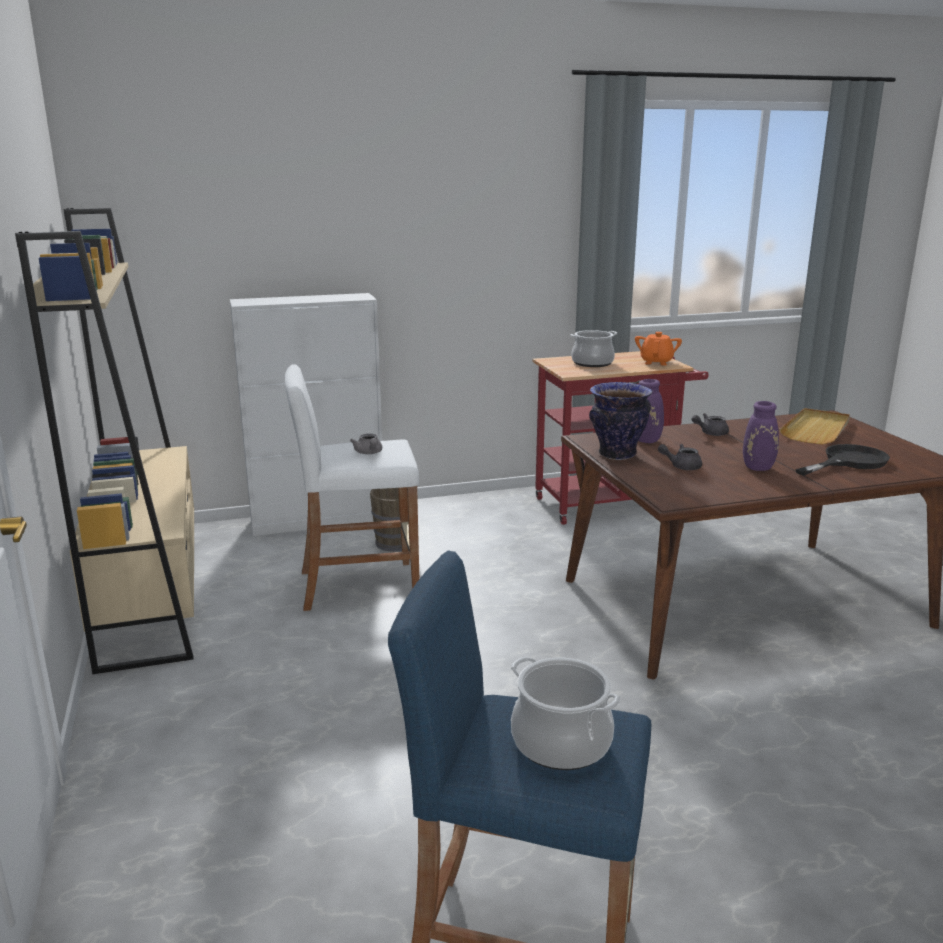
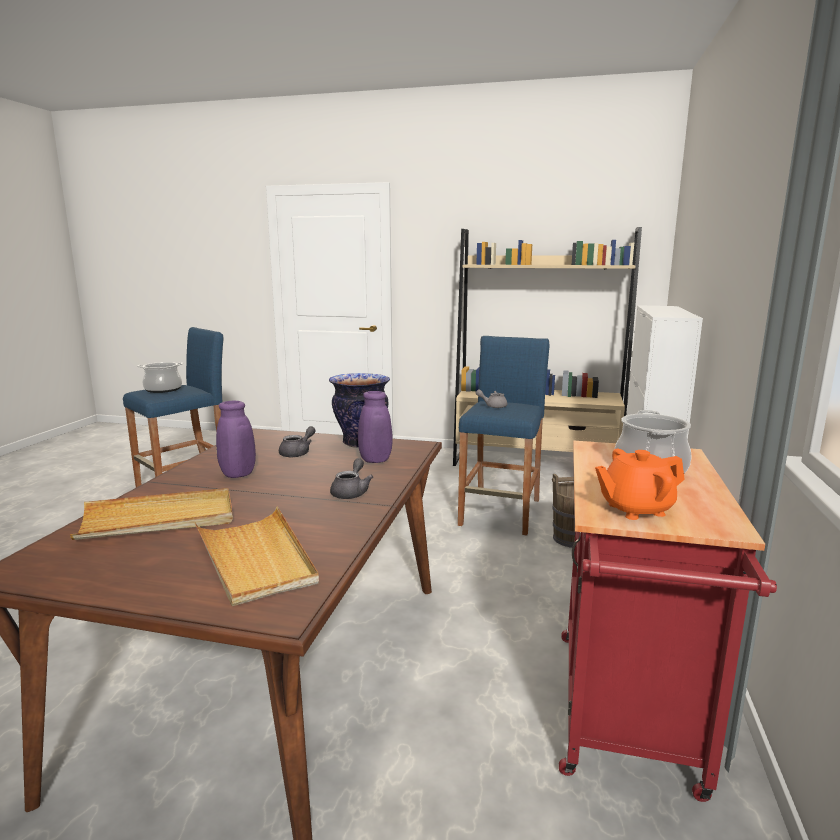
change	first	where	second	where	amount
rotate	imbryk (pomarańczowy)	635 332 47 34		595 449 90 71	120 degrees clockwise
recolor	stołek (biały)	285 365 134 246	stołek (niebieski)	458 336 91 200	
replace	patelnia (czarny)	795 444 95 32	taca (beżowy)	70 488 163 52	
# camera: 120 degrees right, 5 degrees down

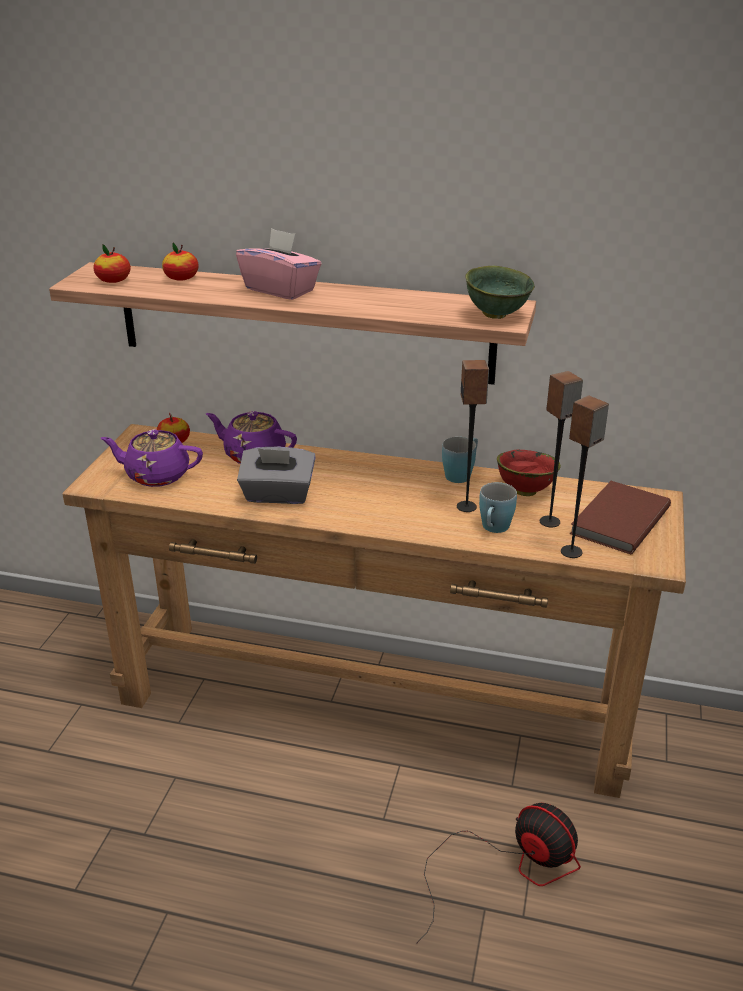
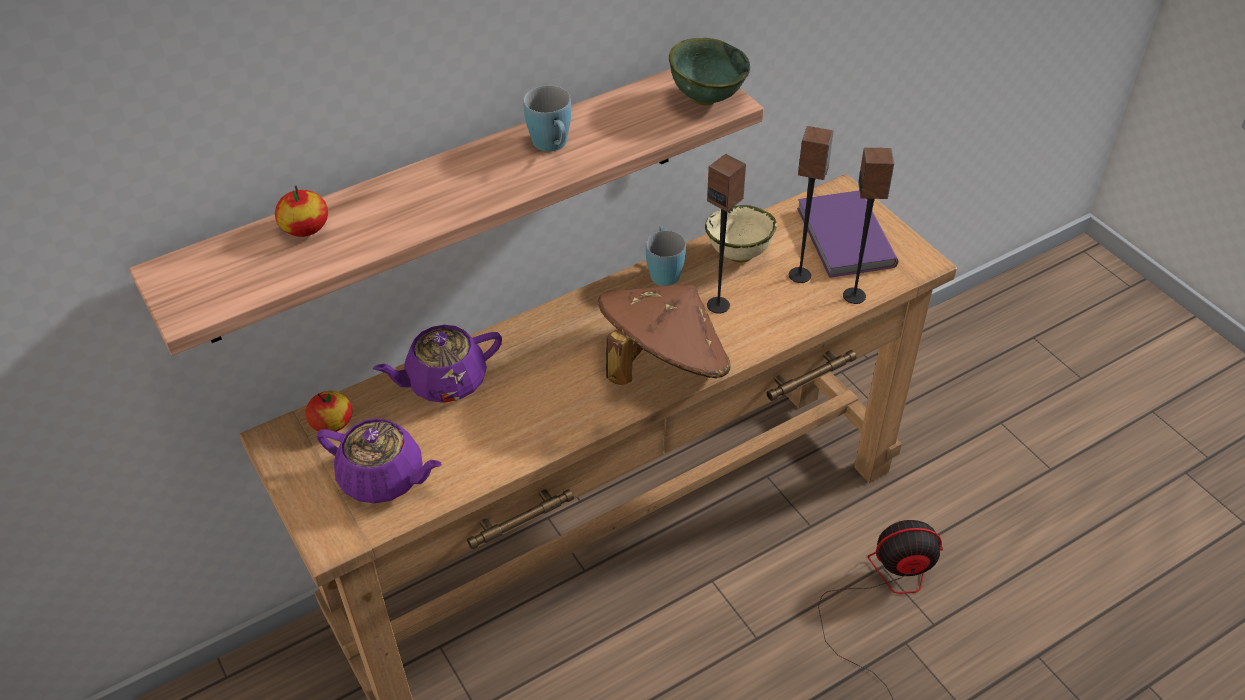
change	first	where	second	where	amount
delete	pudełko chusteczek (różowy)	236 228 86 72			
delete	jabłko	93 244 38 39			
rotate	imbryk (fioletowy)	101 429 102 58		317 418 125 85	120 degrees counterclockwise
delete	pudełko chusteczek (szary)	237 447 79 57			
recolor	miska (czerwony)	497 450 64 46	miska (beżowy)	705 205 72 58	
recolor	książka (brązowy)	570 481 101 73	książka (fioletowy)	797 190 101 88	
move	kubek (niebieski)	479 482 38 51		523 86 48 66	
insert			kapelusz (brązowy)	598 284 132 101	
# camera: 45 degrees left, 15 degrees up

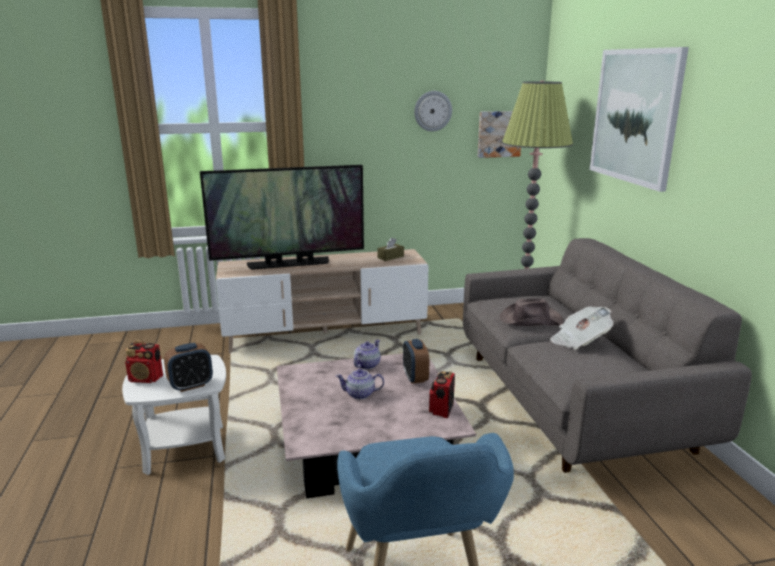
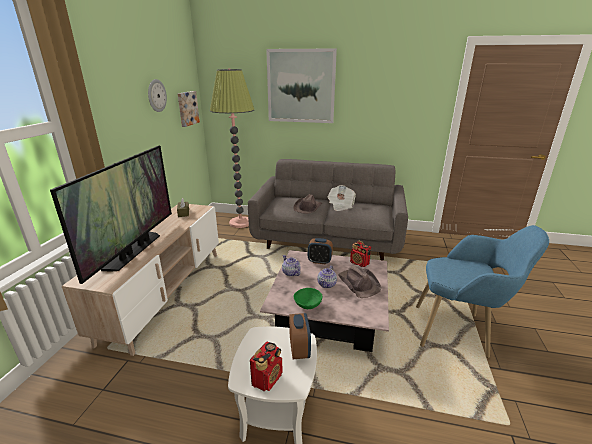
change	first	where	second	where	amount
insert			kapelusz (brązowy)	338 265 43 33	
insert			miska (zielony)	294 288 28 21	
# camera: 65 degrees left, 5 degrees up

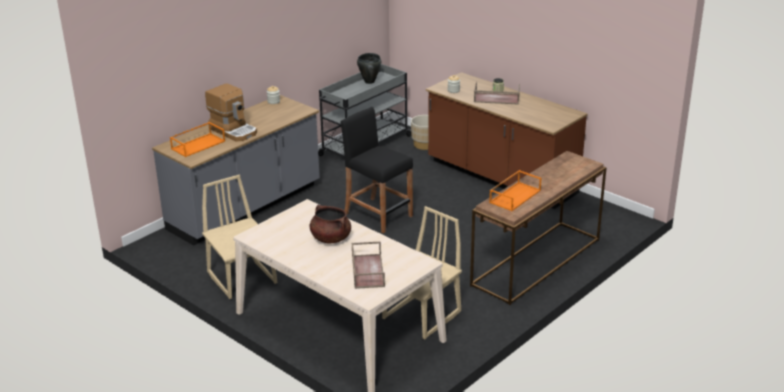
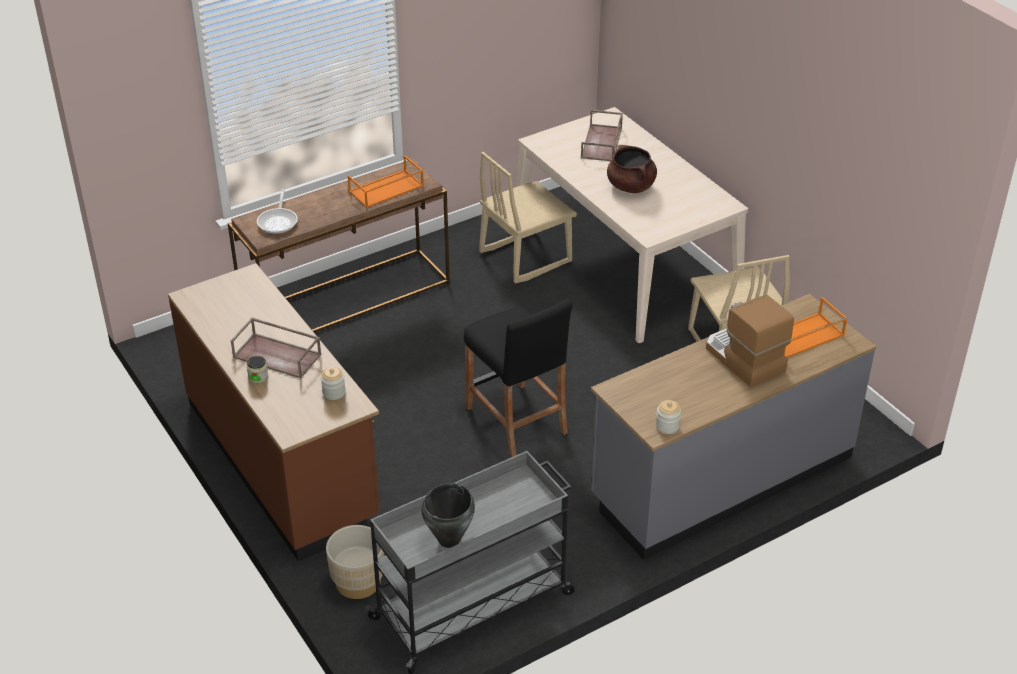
change	first	where	second	where	amount
insert			patelnia	257 189 41 45	
# camera: 165 degrees left, 10 degrees up

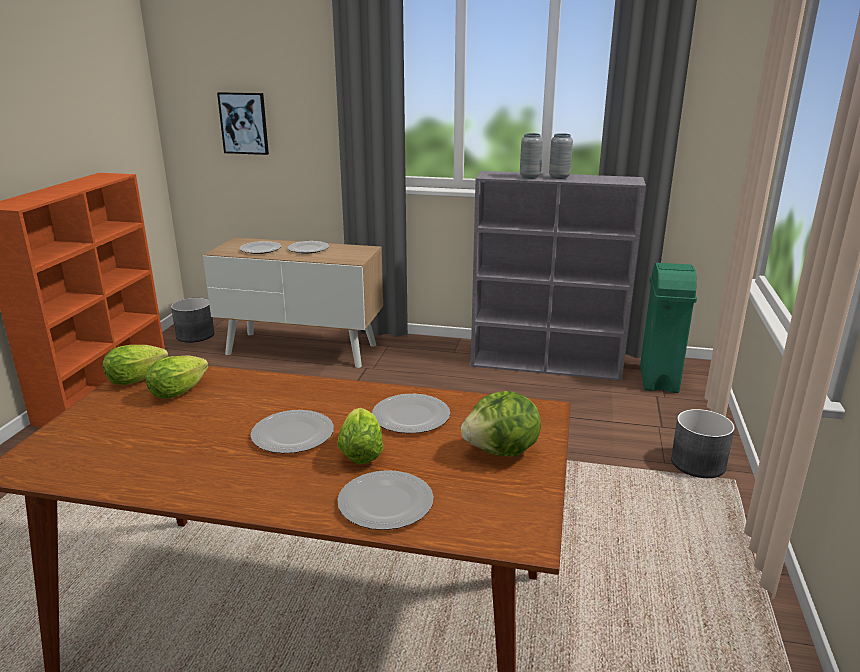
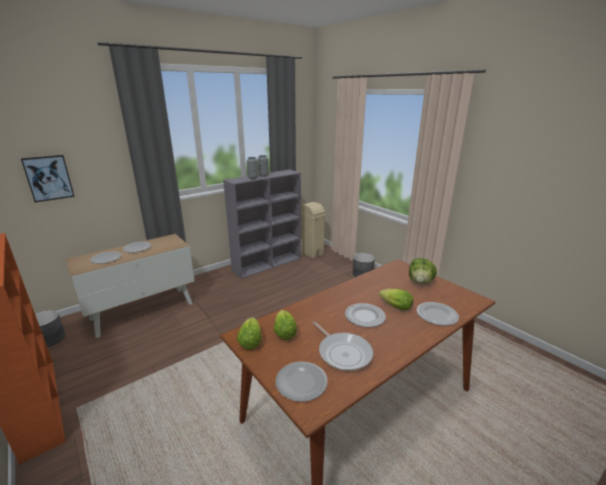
change	first	where	second	where	amount
recolor	kosz na śmieci (zielony)	640 263 57 130	kosz na śmieci (beżowy)	301 202 25 56	
move	talerz	372 394 78 39		275 361 53 41	
insert			patelnia	312 321 61 50	
# camera: 50 degrees left, 0 degrees up

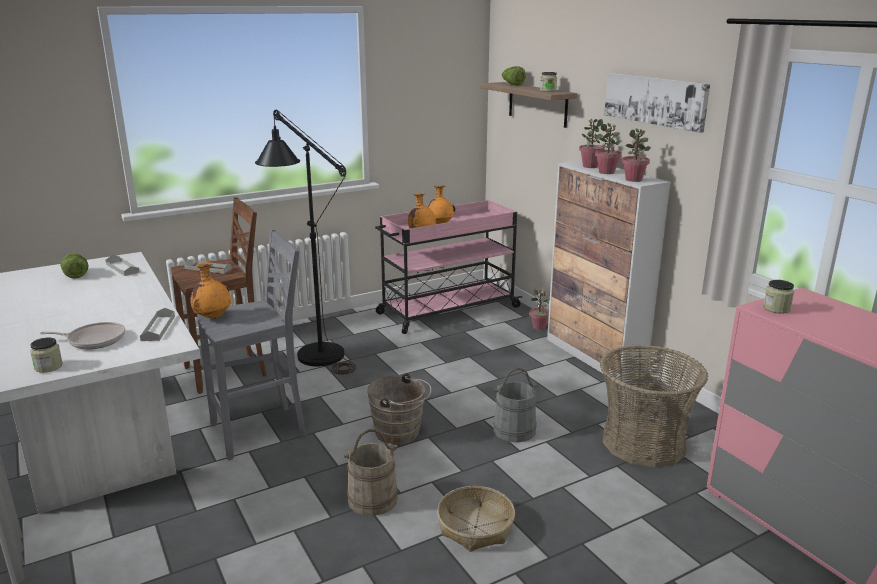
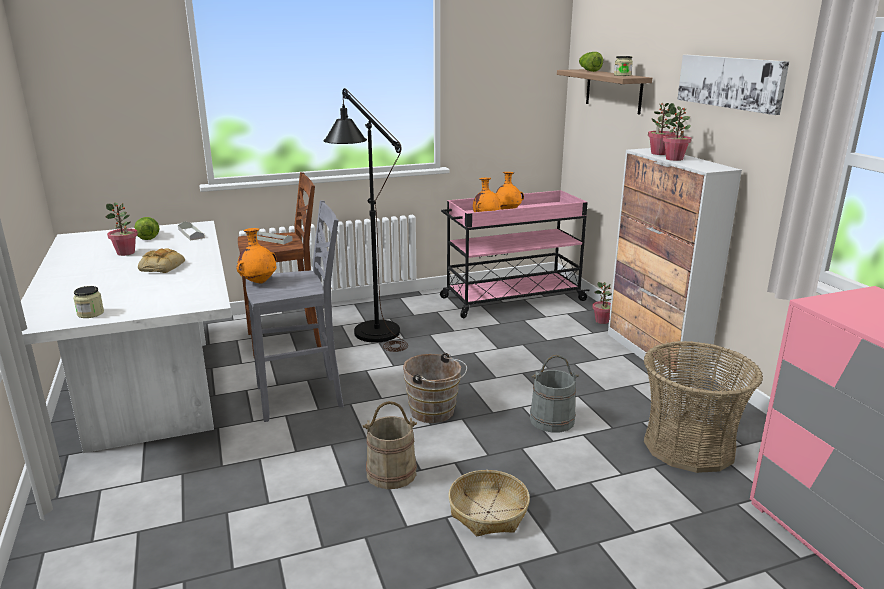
change	first	where	second	where	amount
move	roślina doniczkowa	622 129 29 53		106 202 32 54	
delete	słoik	763 280 31 33			
delete	taca (szary)	140 308 35 33			
delete	patelnia	40 322 85 27			
insert			chleb	138 248 47 25	
# camera: 10 degrees right, 0 degrees up

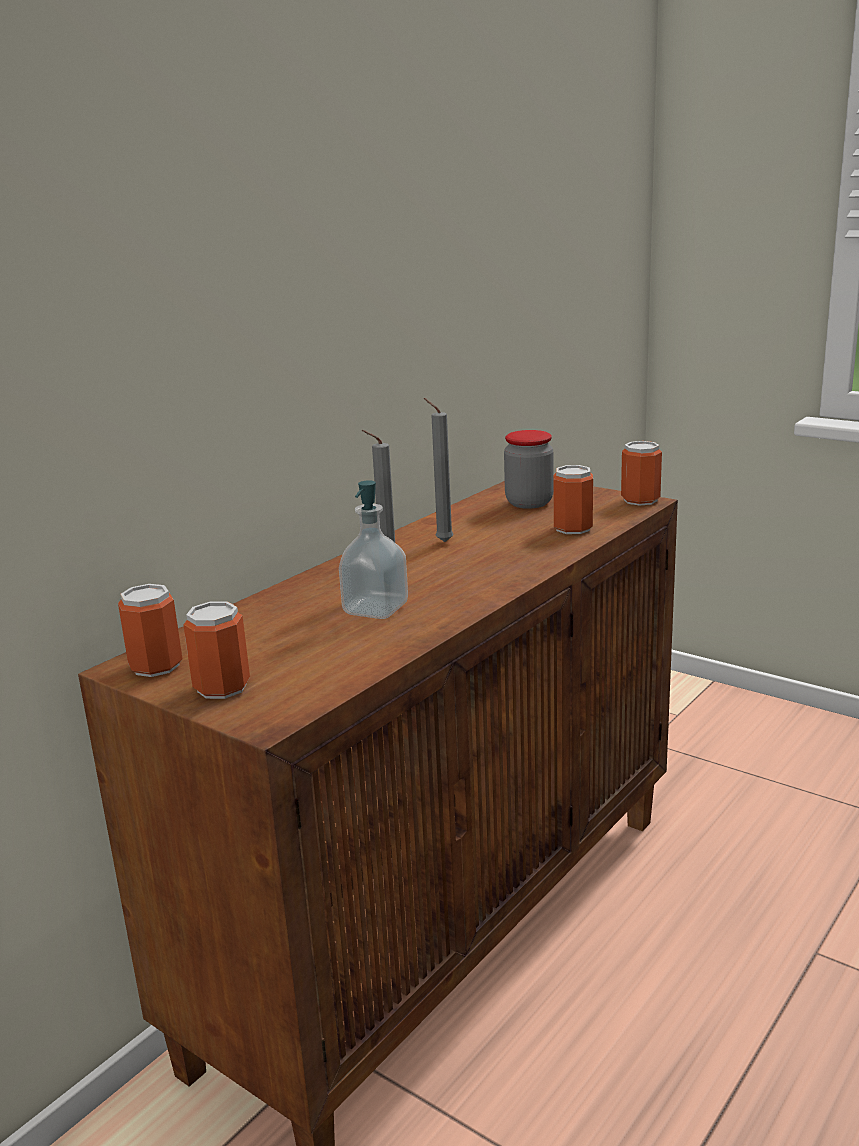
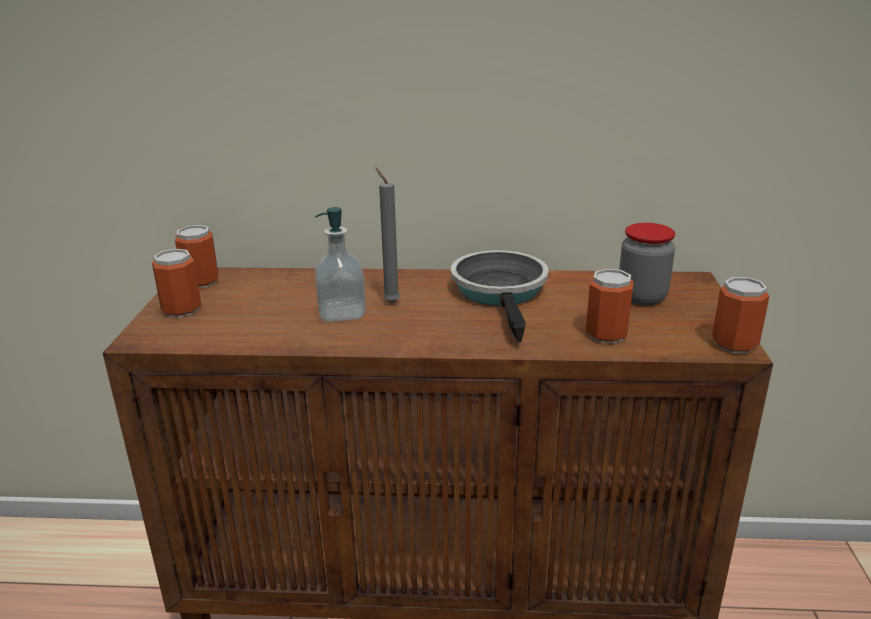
change	first	where	second	where	amount
replace	świeca (szary)	424 398 30 144	patelnia	451 250 98 93	
# camera: 55 degrees right, 5 degrees up

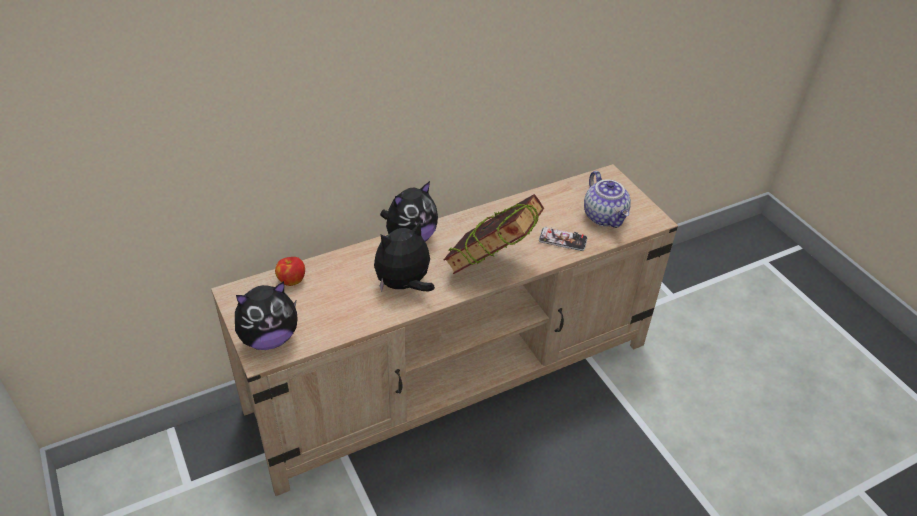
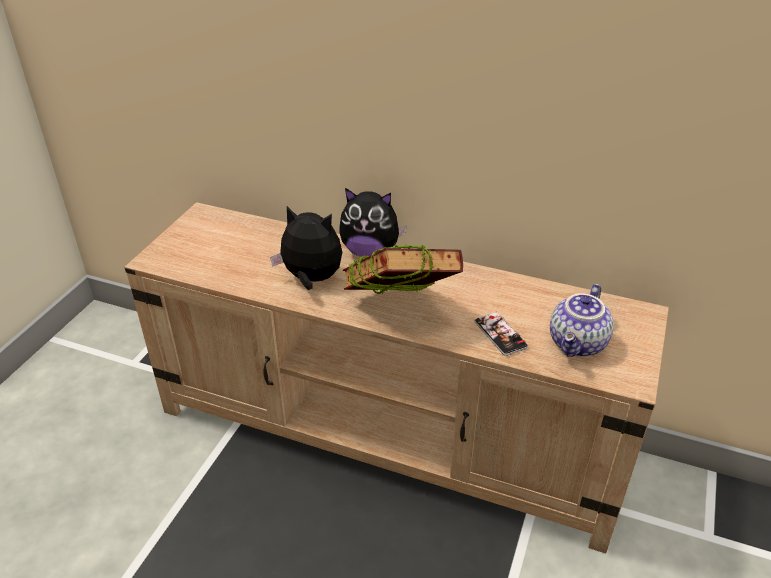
change	first	where	second	where	amount
delete	jabłko	275 257 30 29			
delete	pluszak	235 281 63 69			
# camera: 50 degrees right, 5 degrees down

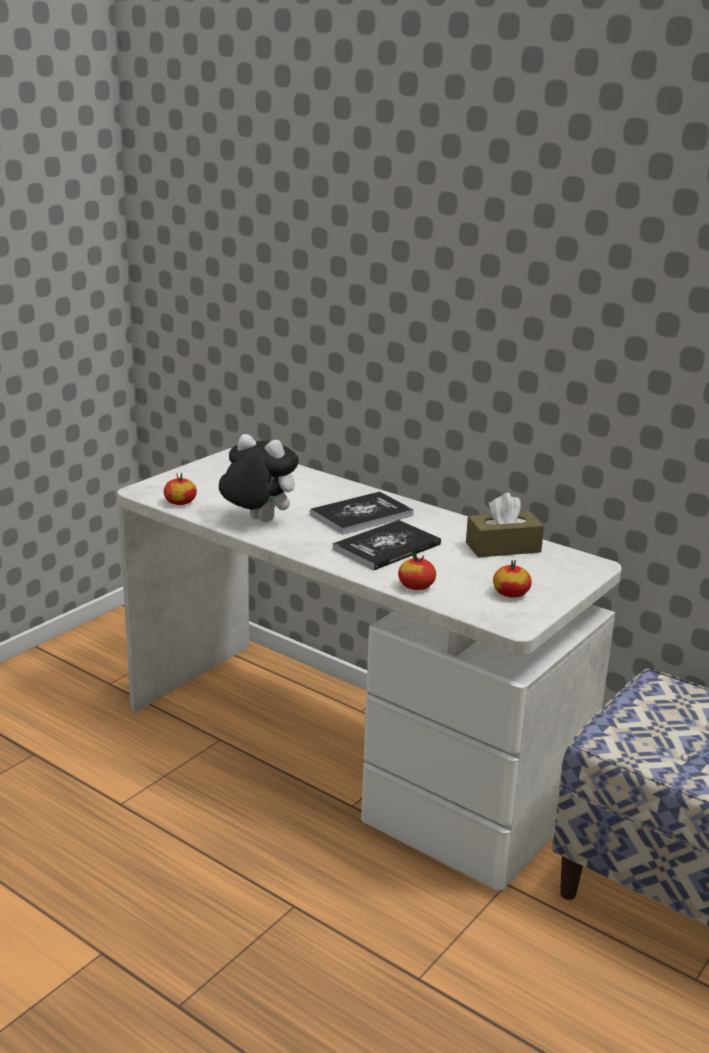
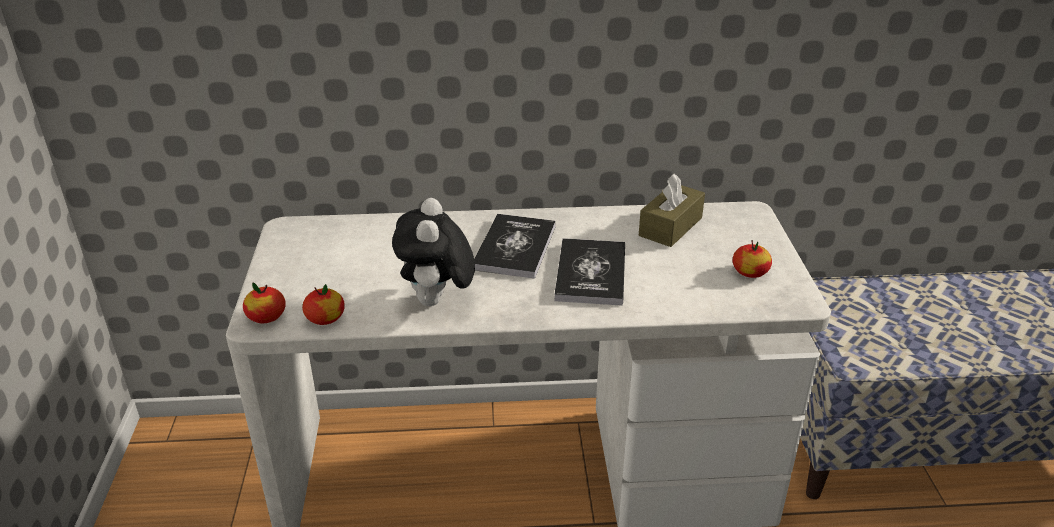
change	first	where	second	where	amount
rotate	pluszak	219 434 80 88		392 198 83 108	75 degrees counterclockwise
move	jabłko	398 549 38 41		243 282 43 41	
# camera: 40 degrees left, 10 degrees up

